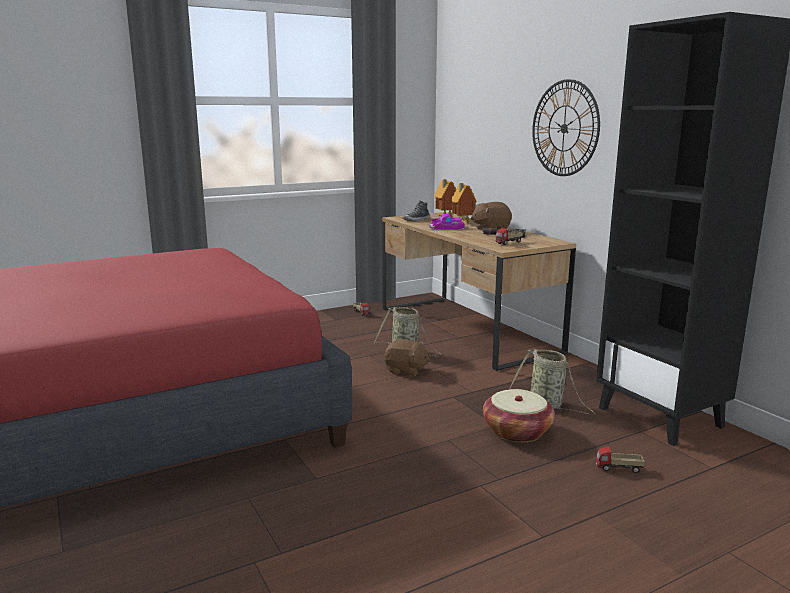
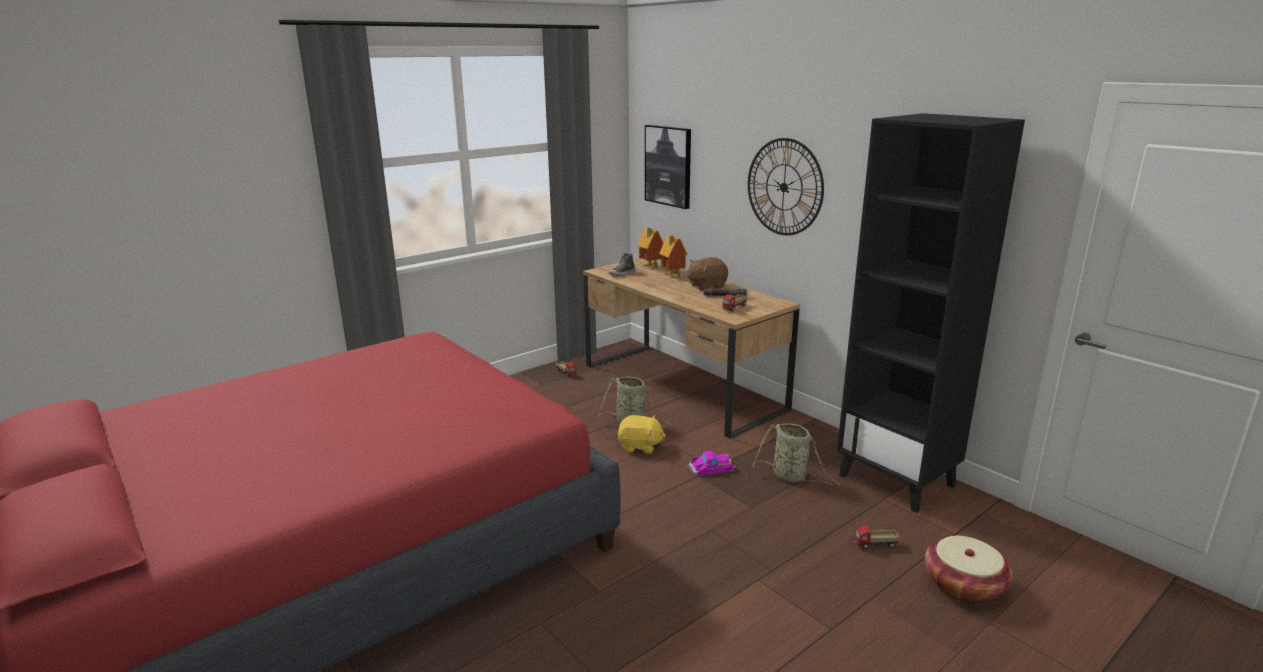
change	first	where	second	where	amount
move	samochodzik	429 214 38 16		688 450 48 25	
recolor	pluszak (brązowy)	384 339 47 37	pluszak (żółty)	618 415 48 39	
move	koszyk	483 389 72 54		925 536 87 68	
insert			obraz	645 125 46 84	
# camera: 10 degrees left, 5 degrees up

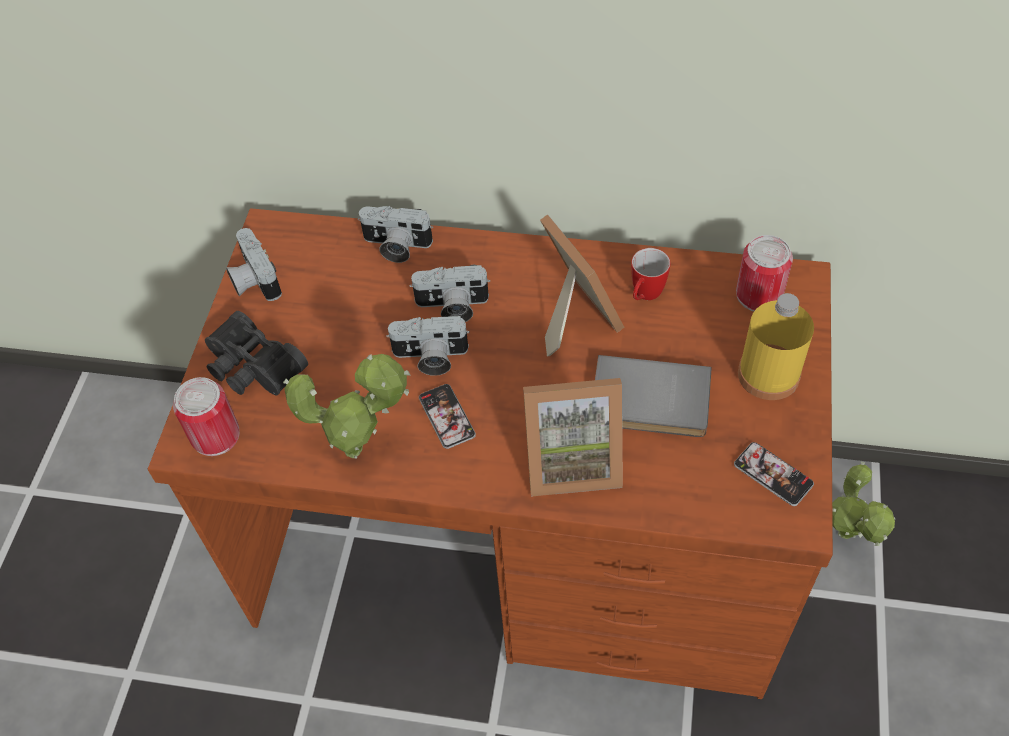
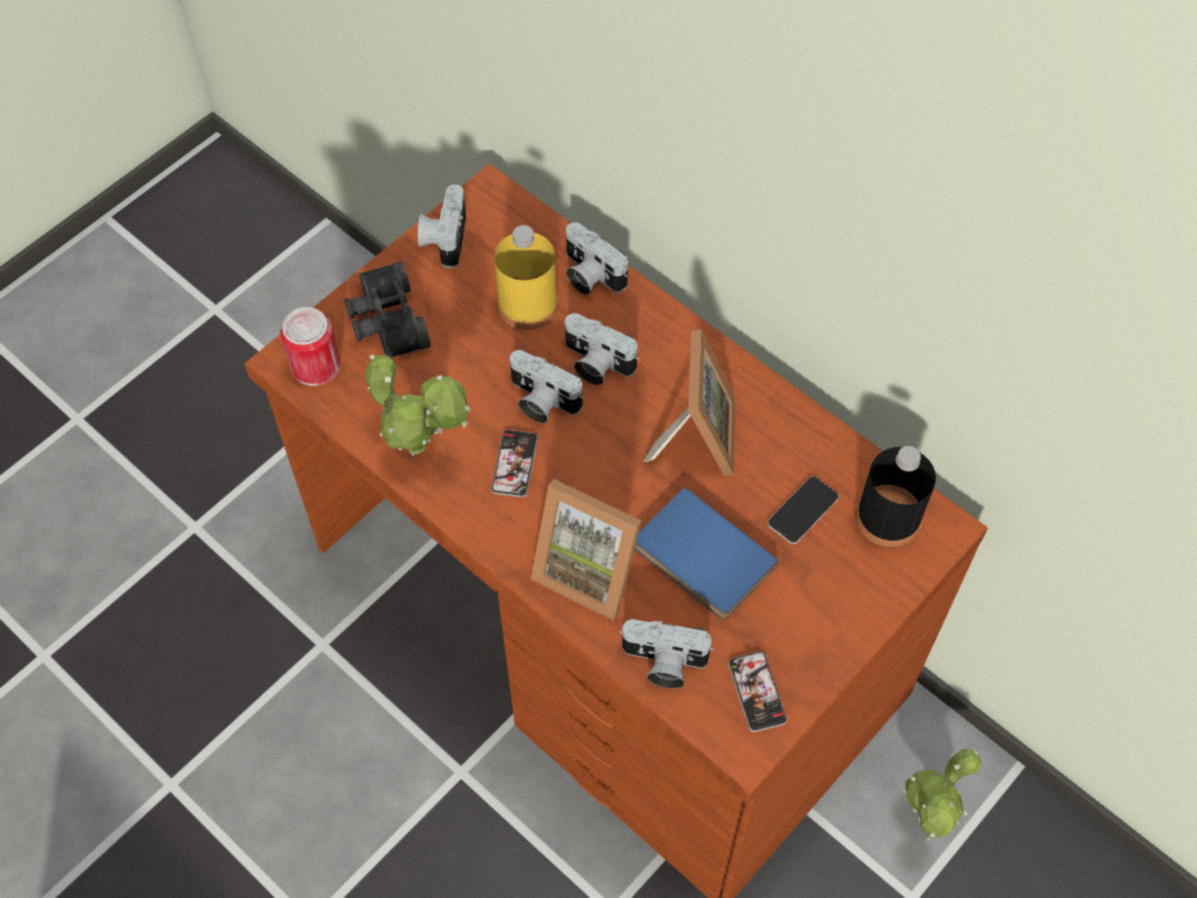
change	first	where	second	where	amount
replace	puszka	736 235 57 76	butelka (czarny)	855 446 81 102	
delete	kubek	631 248 40 52			
move	butelka (żółty)	738 293 76 107		494 225 64 105	
recolor	książka (szary)	595 355 117 82	książka (niebieski)	635 487 143 132	
insert			telefon	767 476 72 68	
insert			aparat fotograficzny	619 619 95 70	
# camera: 30 degrees right, 5 degrees up

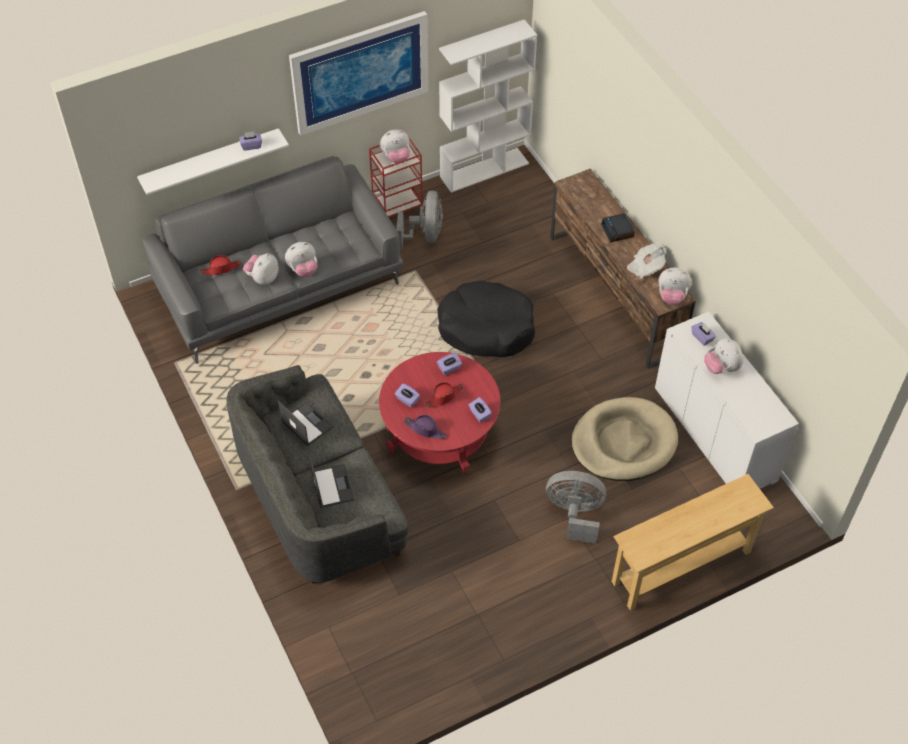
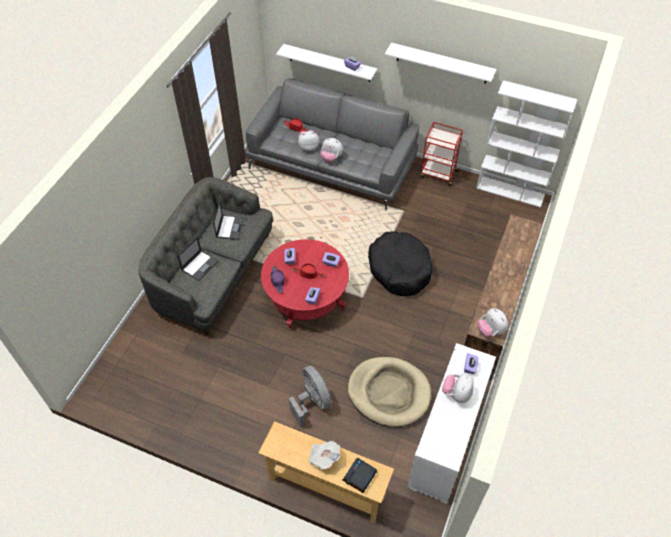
change	first	where	second	where	amount
replace	obraz	289 11 140 125	półka (biały)	385 43 112 41	
delete	pluszak	380 129 30 34			
delete	wentylator (szary)	396 191 47 58			
move	budzik	601 213 34 30		343 458 34 35	
move	gazeta	627 243 39 36		308 441 32 28	
# camera: 50 degrees right, 0 degrees up

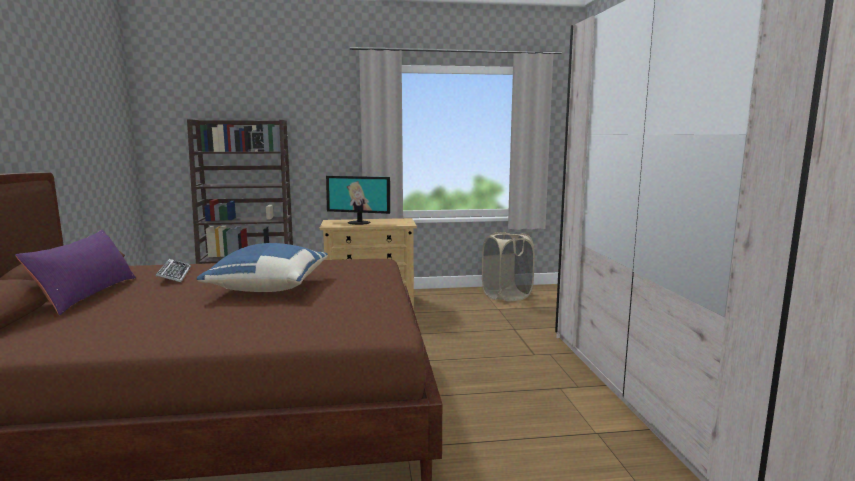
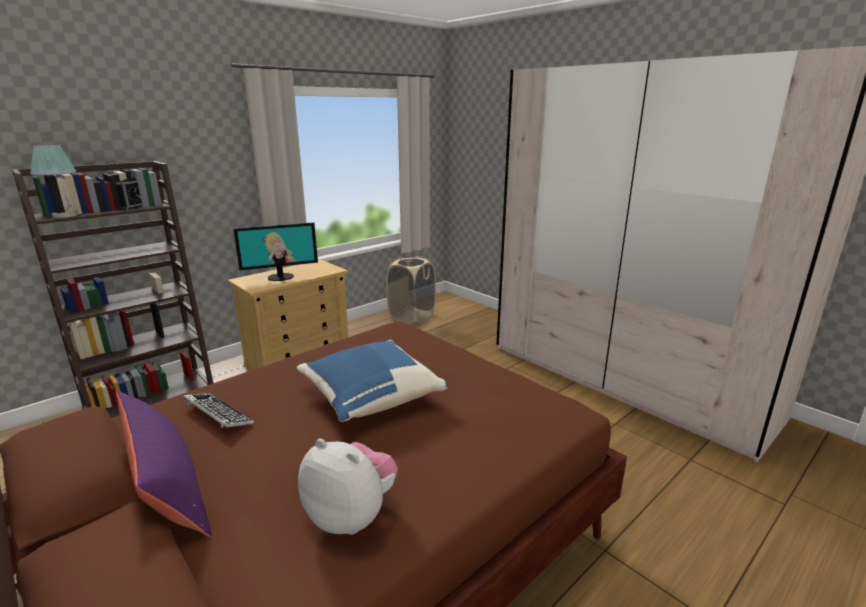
change	first	where	second	where	amount
insert			lampa stołowa	30 144 48 74	
insert			pluszak	298 439 100 96	
# camera: 35 degrees left, 10 degrees up

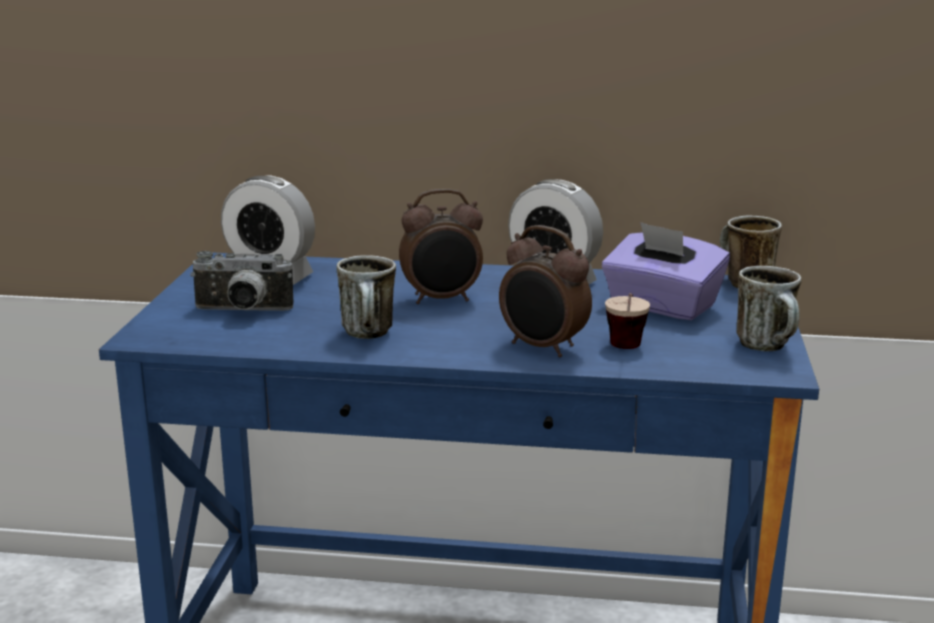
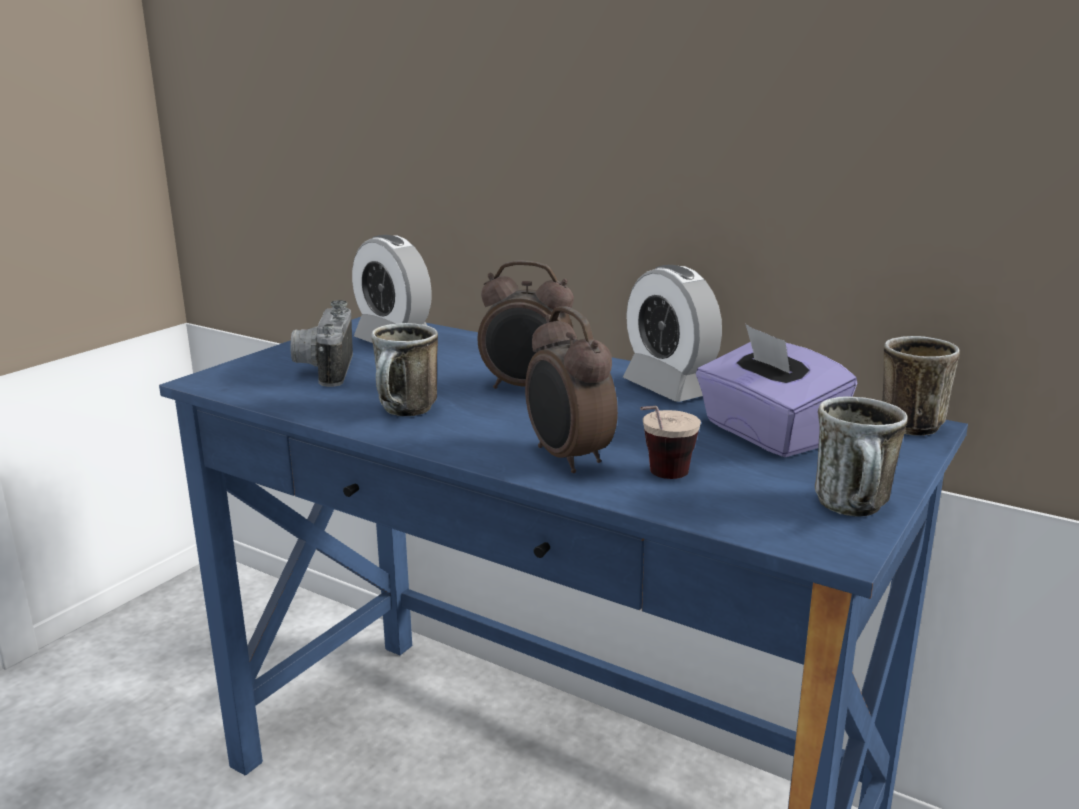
change	first	where	second	where	amount
rotate	aparat fotograficzny	190 251 103 60		290 300 63 87	60 degrees clockwise
# camera: 25 degrees right, 0 degrees up

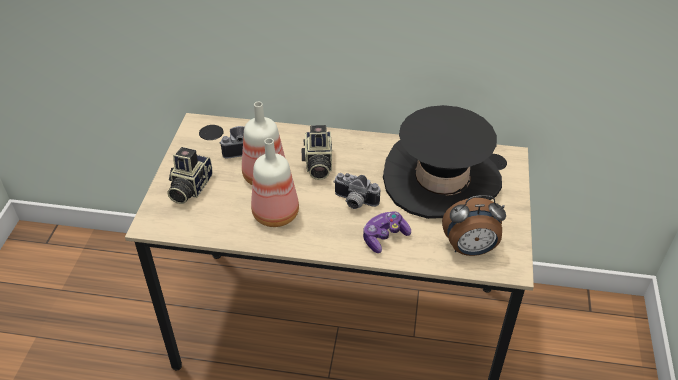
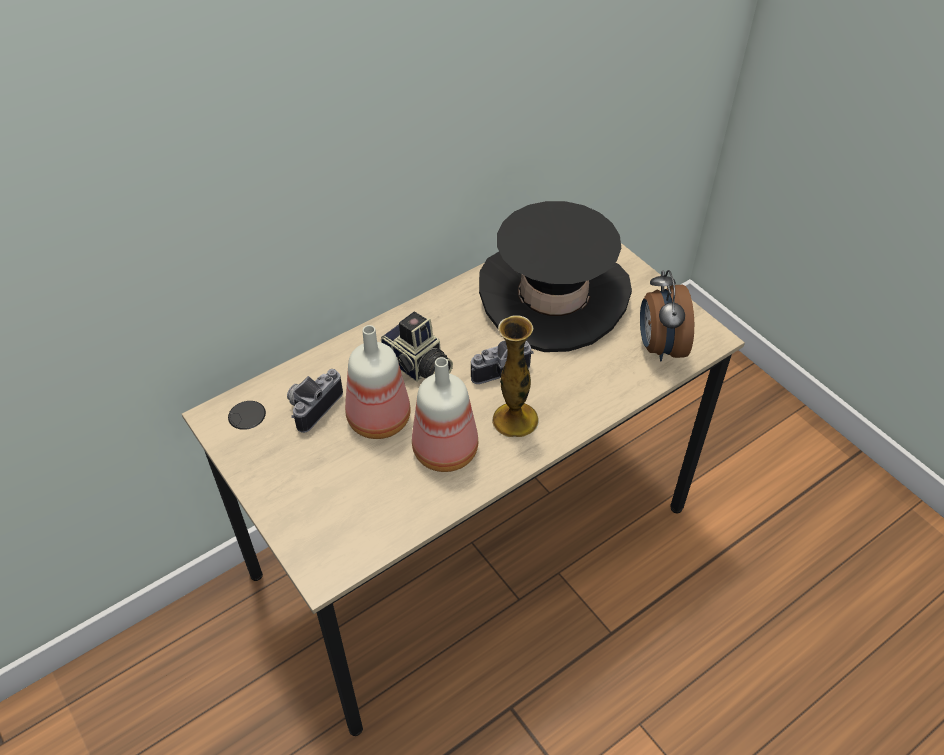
change	first	where	second	where	amount
delete	aparat fotograficzny	167 147 46 57			
rotate	budzik	442 195 64 61		640 270 54 91	135 degrees clockwise
delete	pad do gier	363 211 48 42			
insert			wazon	492 315 47 122	
# camera: 45 degrees left, 5 degrees up

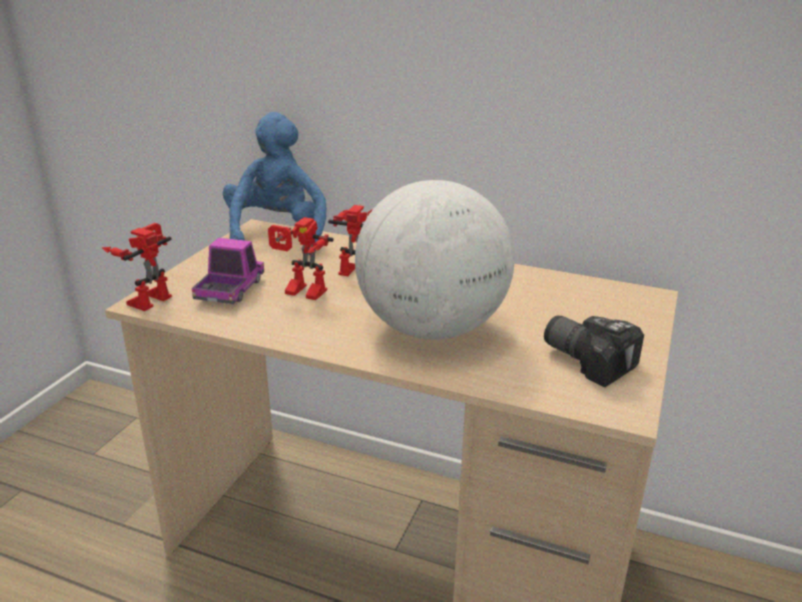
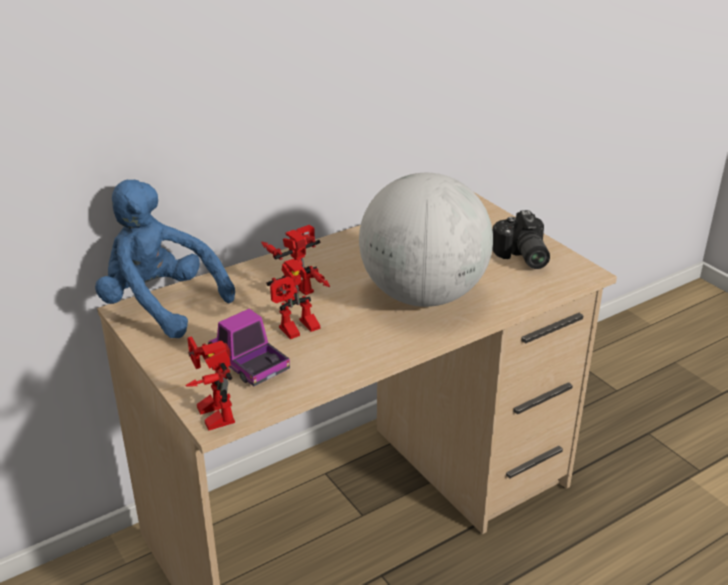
change	first	where	second	where	amount
rotate	aparat fotograficzny	544 316 100 71		492 210 58 59	90 degrees counterclockwise
# camera: 55 degrees left, 5 degrees up

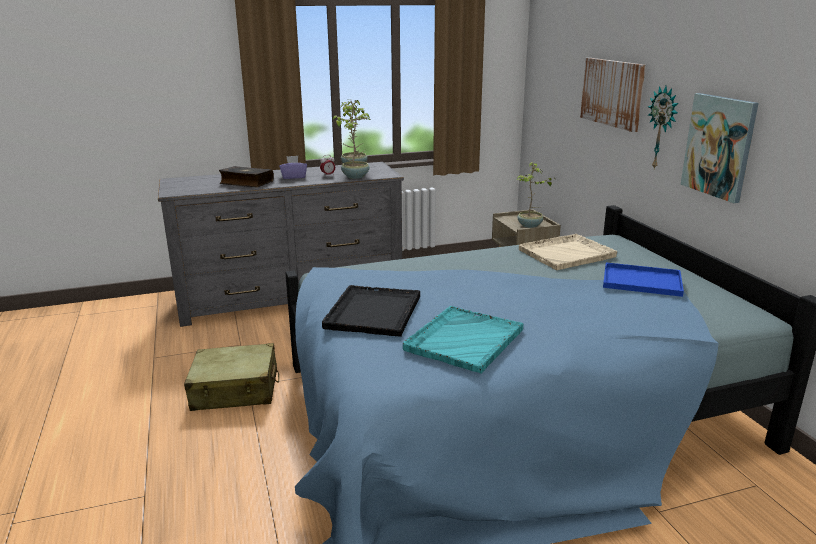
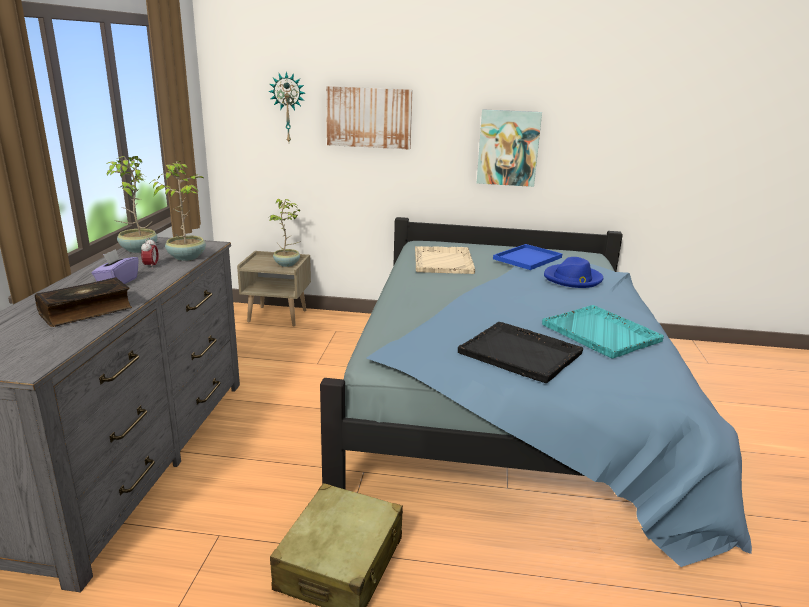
change	first	where	second	where	amount
move	zegar ścienny	647 86 32 83		268 71 37 71	
insert			kapelusz (niebieski)	544 257 59 31	
# camera: 65 degrees left, 0 degrees up

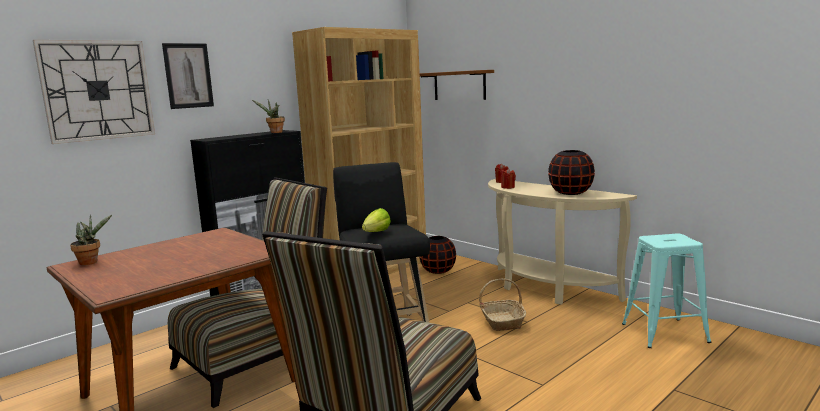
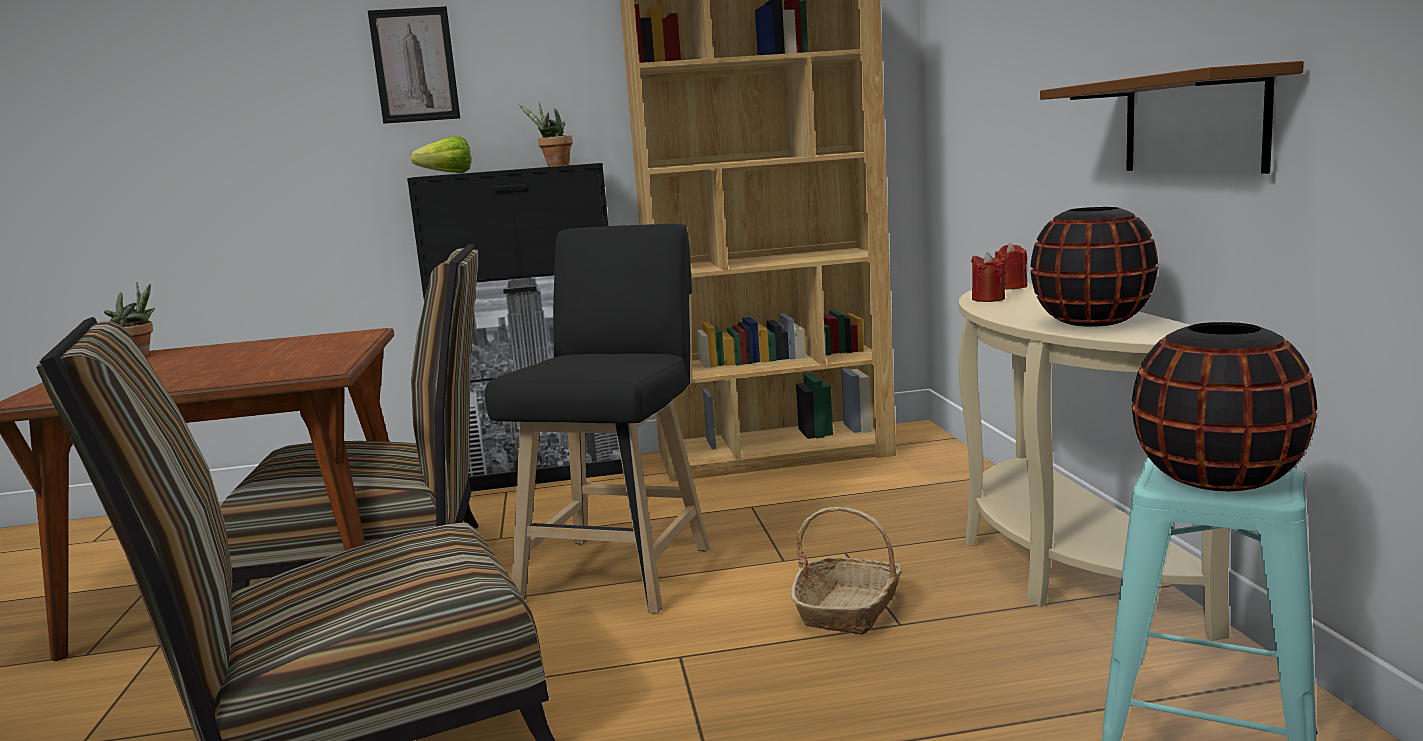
change	first	where	second	where	amount
delete	zegar ścienny	33 40 122 104			
move	półka (brązowy)	420 70 74 30		1040 61 264 113	
move	sałata	362 208 29 24		410 136 61 37	
move	wazon (czarny)	420 236 36 38		1132 322 185 169	
# camera: 35 degrees right, 0 degrees up

